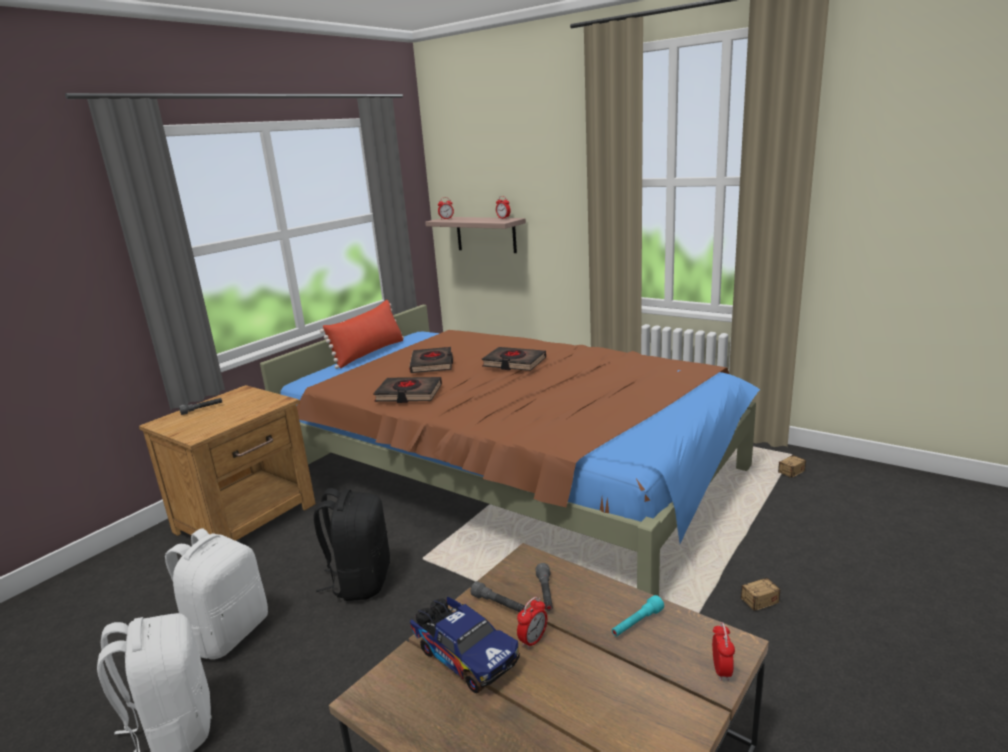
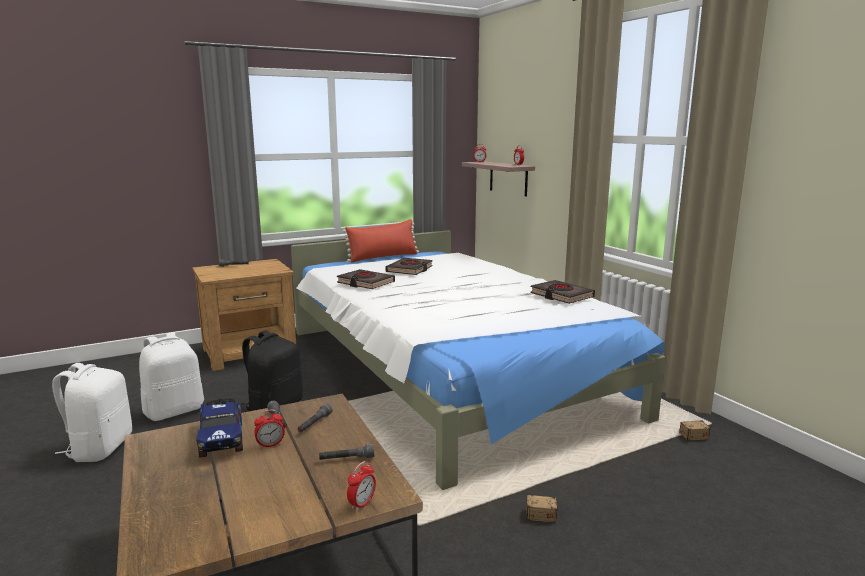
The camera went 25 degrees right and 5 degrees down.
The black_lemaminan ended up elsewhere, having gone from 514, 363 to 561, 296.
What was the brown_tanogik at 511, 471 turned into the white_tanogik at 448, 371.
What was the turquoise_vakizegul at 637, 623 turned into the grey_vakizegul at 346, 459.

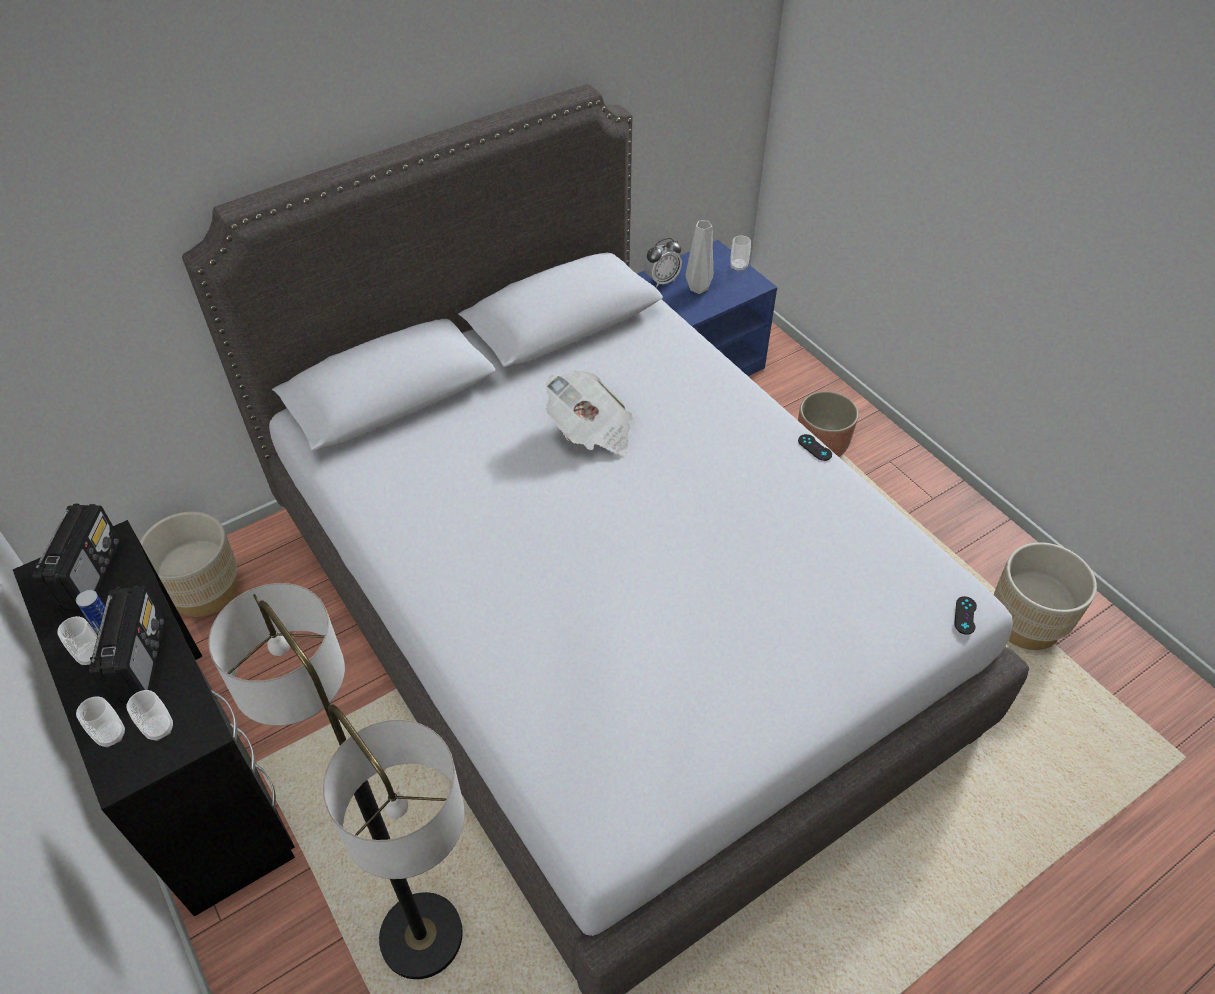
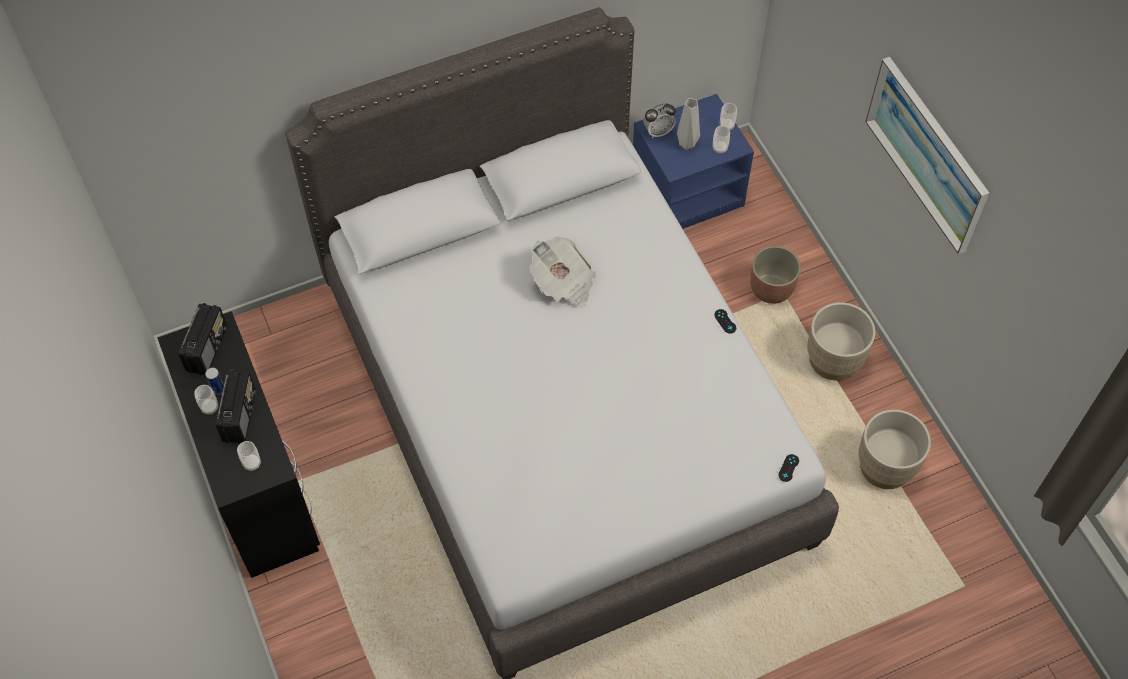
The camera went 10 degrees right and 10 degrees up.
The second view lost the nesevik at 421, 937.
The second view gained the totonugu at 927, 153.
The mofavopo ended up elsewhere, having gone from 111, 735 to 719, 148.
The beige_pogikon ended up elsewhere, having gone from 205, 591 to 834, 359.

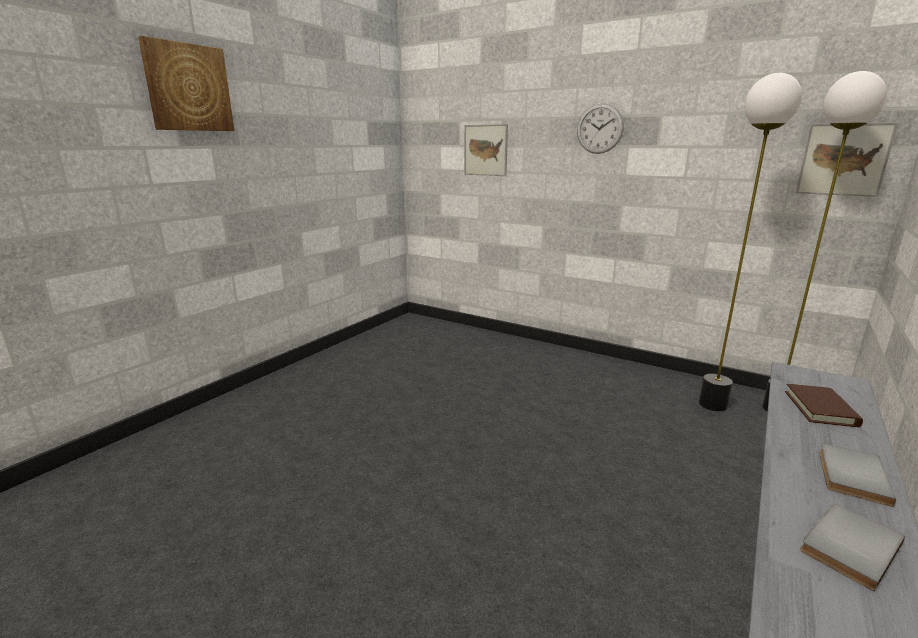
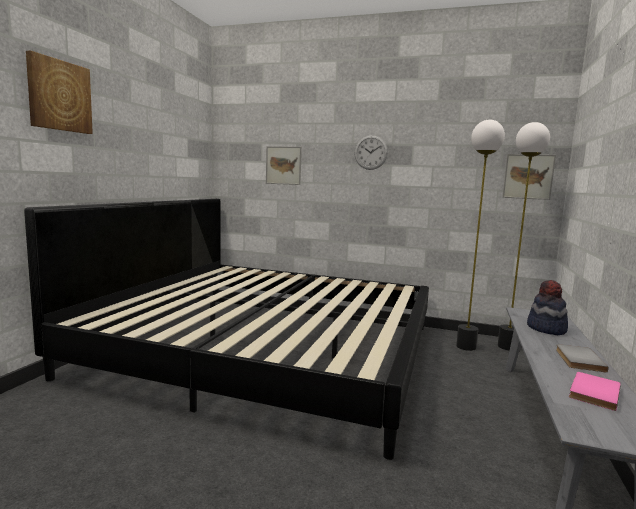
The camera went 15 degrees left and 10 degrees down.
The second view gained the tanogik at 268, 349.
Where the brown_lemaminan stood at 820, 408, the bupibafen came to stand at 546, 329.
What was the grey_lemaminan at 846, 545 turned into the pink_lemaminan at 592, 392.

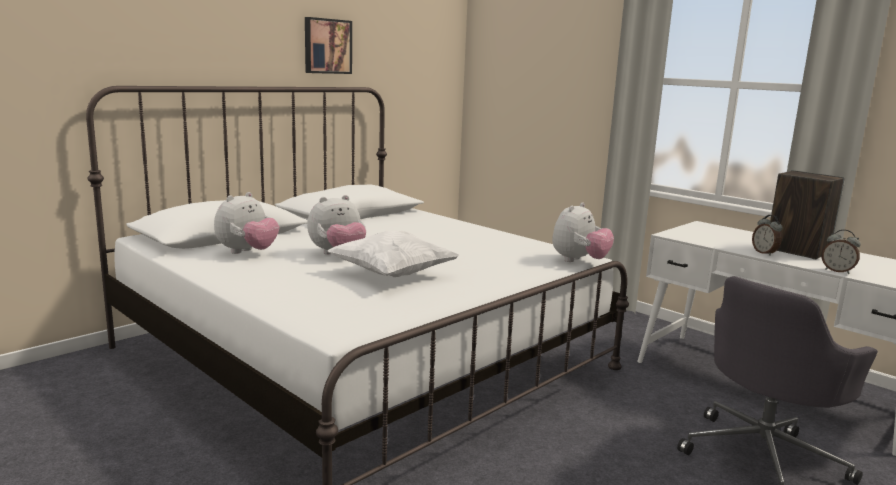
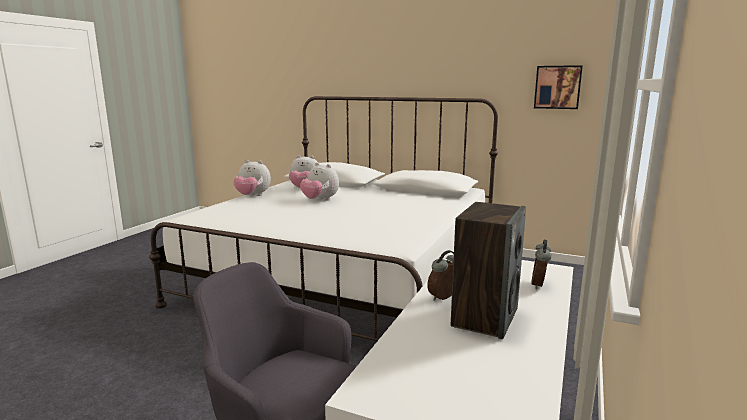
The camera went 70 degrees right and 0 degrees up.
The second view lost the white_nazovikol at 392, 275.
The totonugu ended up elsewhere, having gone from 327, 46 to 557, 87.
The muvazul ended up elsewhere, having gone from 579, 261 to 252, 196.
The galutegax ended up elsewhere, having gone from 837, 271 to 539, 285.

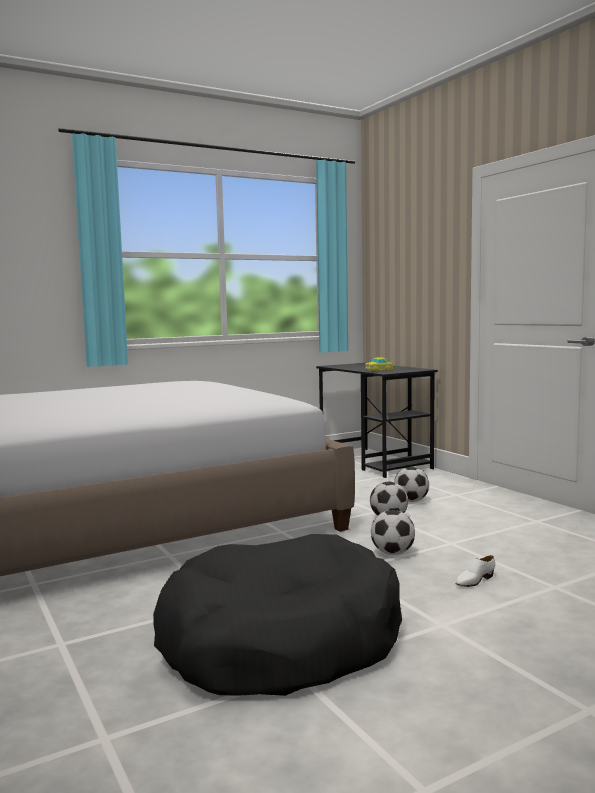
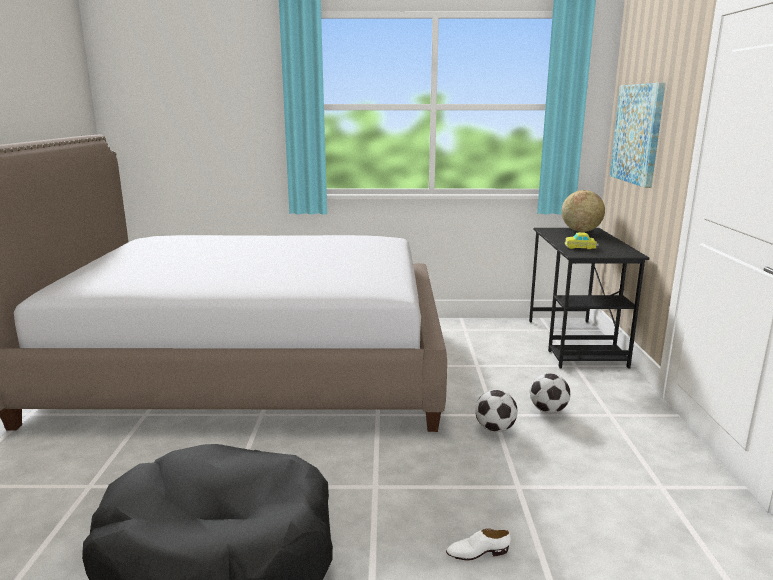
The camera went 30 degrees right and 10 degrees up.
The second view lost the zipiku at 393, 553.
The second view gained the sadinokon at 580, 231.
The second view gained the totonugu at 637, 134.

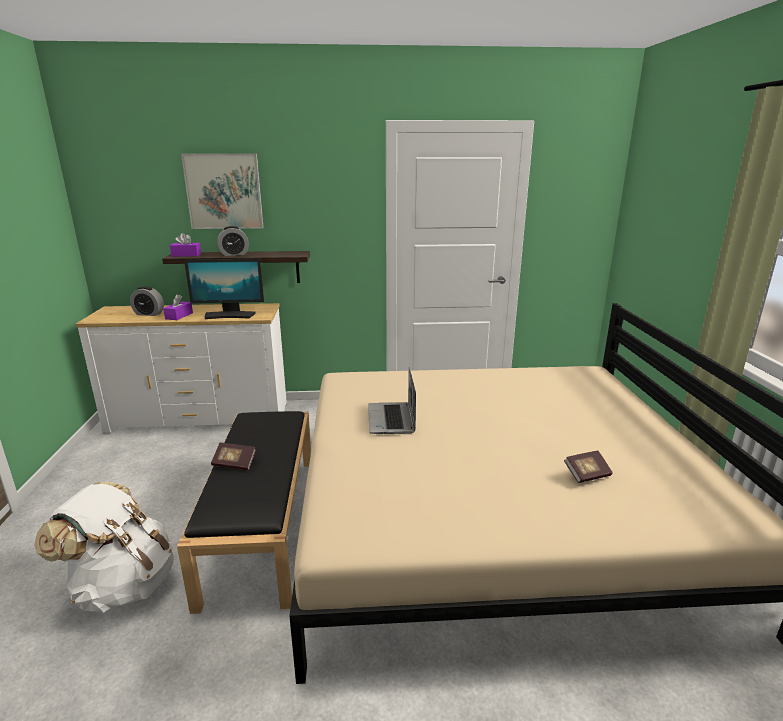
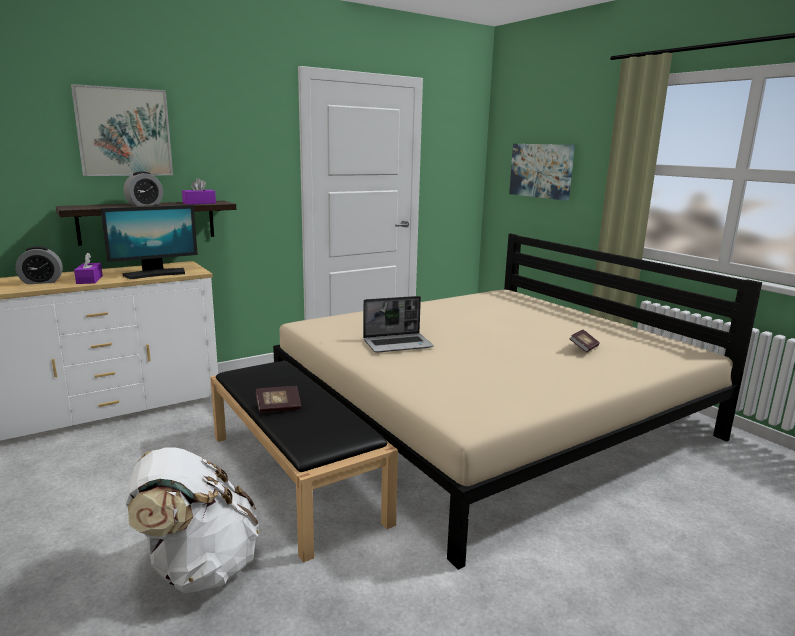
The camera went 30 degrees left and 5 degrees down.
The second view gained the totonugu at 541, 170.
The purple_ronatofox ended up elsewhere, having gone from 186, 255 to 199, 203.
The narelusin at 392, 420 ended up facing another way, 75 degrees counterclockwise from before.

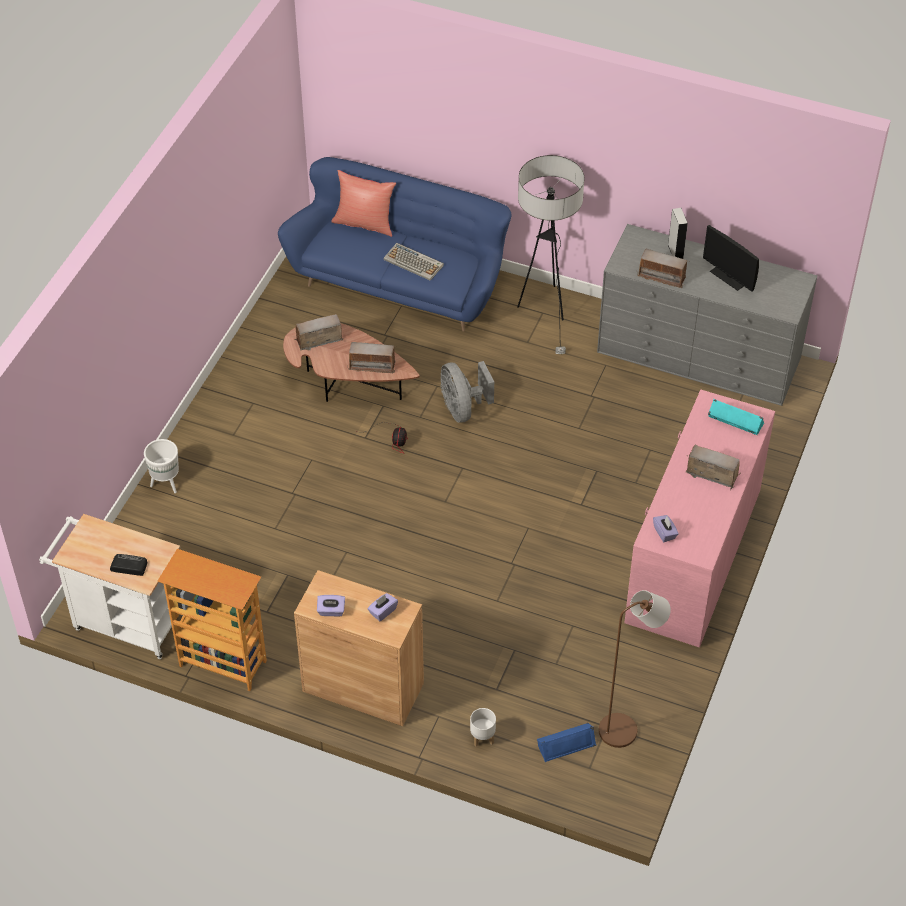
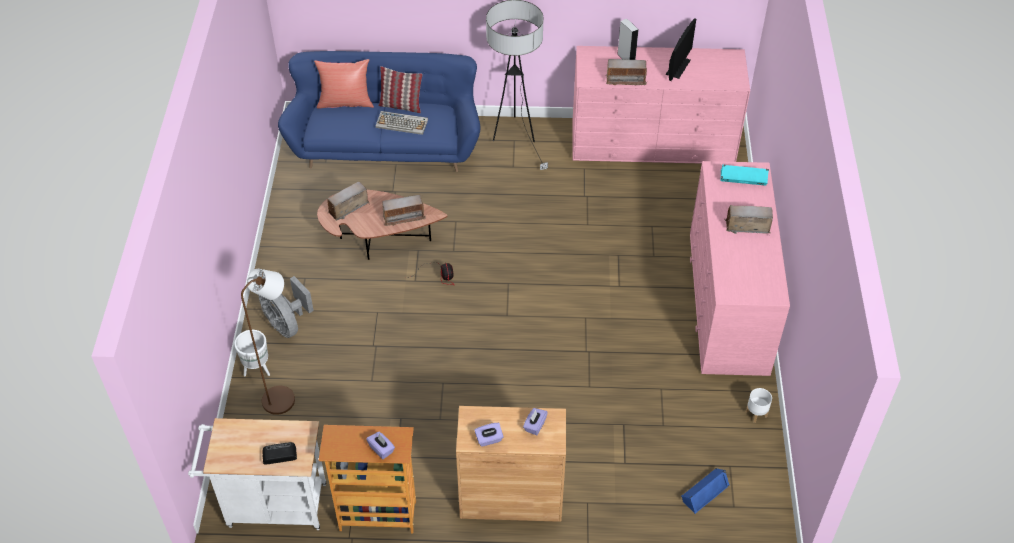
The camera went 20 degrees left and 0 degrees up.
The second view gained the nazovikol at 401, 105.
The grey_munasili ended up elsewhere, having gone from 462, 409 to 287, 323.
The white_pogikon ended up elsewhere, having gone from 482, 737 to 756, 414.
The brown_nesevik ended up elsewhere, having gone from 625, 728 to 284, 397.
The purple_ronatofox ended up elsewhere, having gone from 664, 533 to 381, 449.
What was the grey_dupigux at 699, 355 turned into the pink_dupigux at 652, 141.
The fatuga at 729, 277 ended up facing another way, 90 degrees counterclockwise from before.

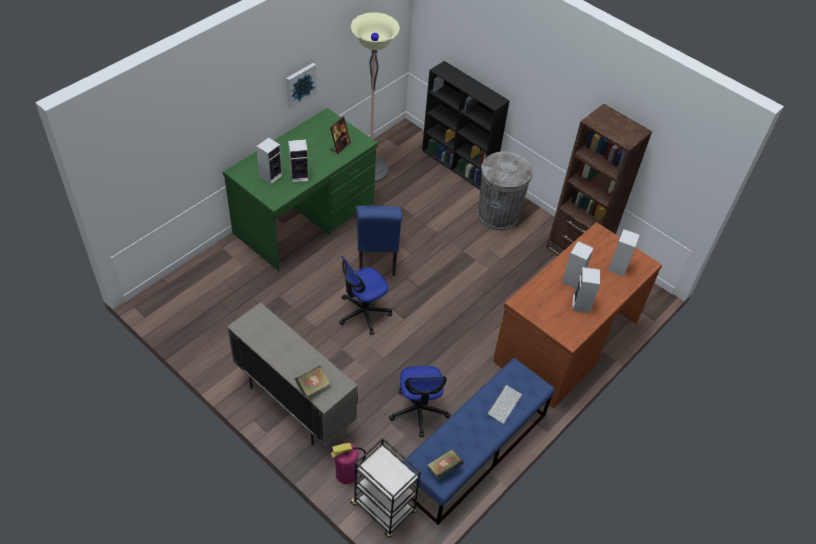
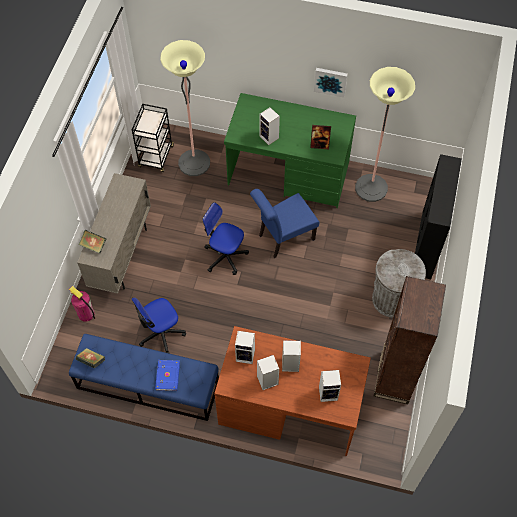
The camera went 65 degrees right and 10 degrees up.
The second view gained the nesevik at 194, 163.
The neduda ended up elsewhere, having gone from 271, 175 to 246, 355.
The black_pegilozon ended up elsewhere, having gone from 384, 508 to 156, 157.
Where the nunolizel stood at 504, 403, the blue_lemaminan came to stand at 168, 375.

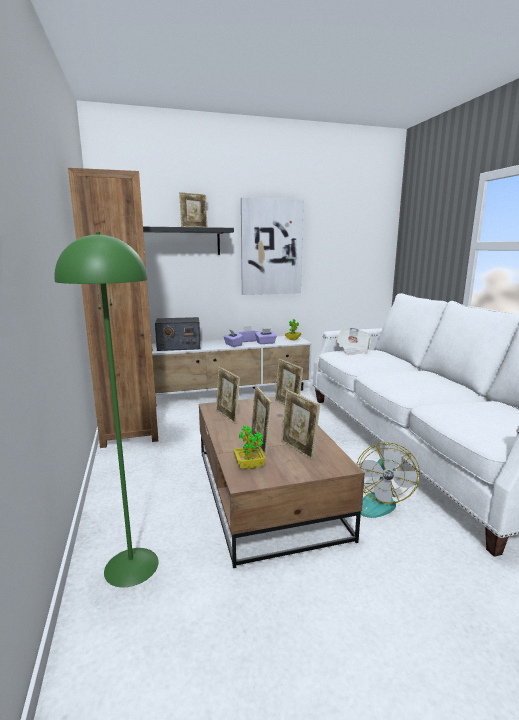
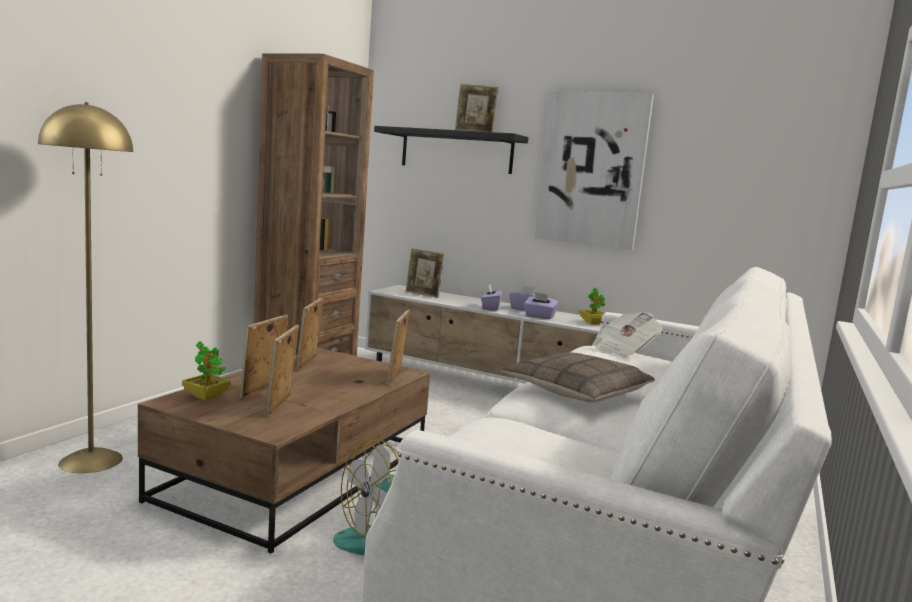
The camera went 40 degrees right and 5 degrees down.
The second view gained the nazovikol at 575, 391.
Where the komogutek stood at 178, 347, the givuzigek came to stand at 423, 295.
What was the green_nesevik at 132, 566 turned into the yellow_nesevik at 91, 461.

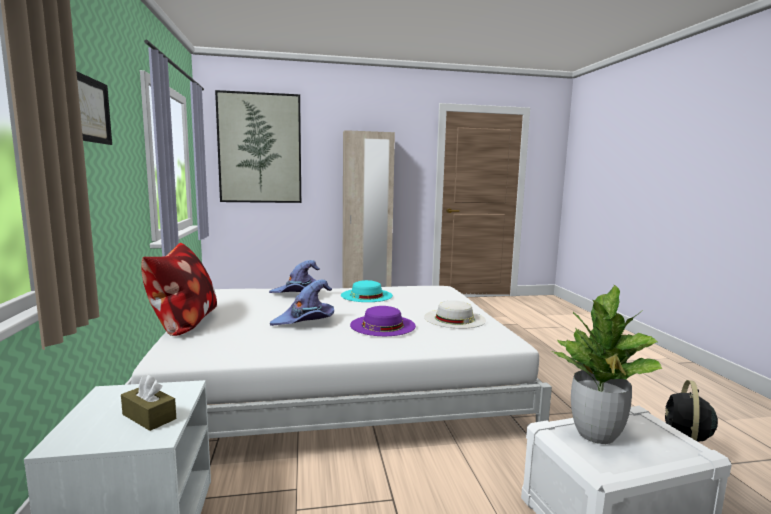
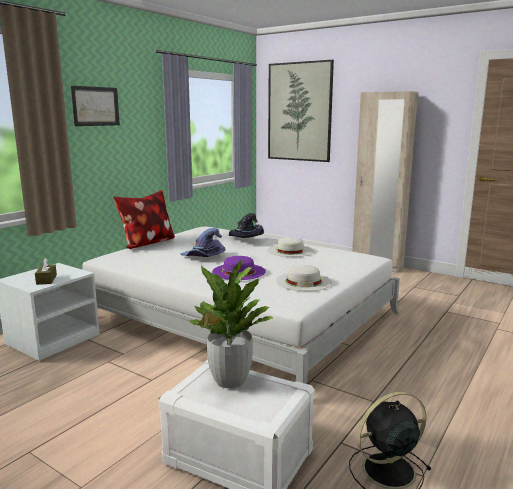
The camera went 45 degrees right and 5 degrees up.
What was the purple_bupibafen at 297, 293 turned into the black_bupibafen at 244, 239.
What was the turquoise_bupibafen at 366, 295 turned into the white_bupibafen at 290, 250.

